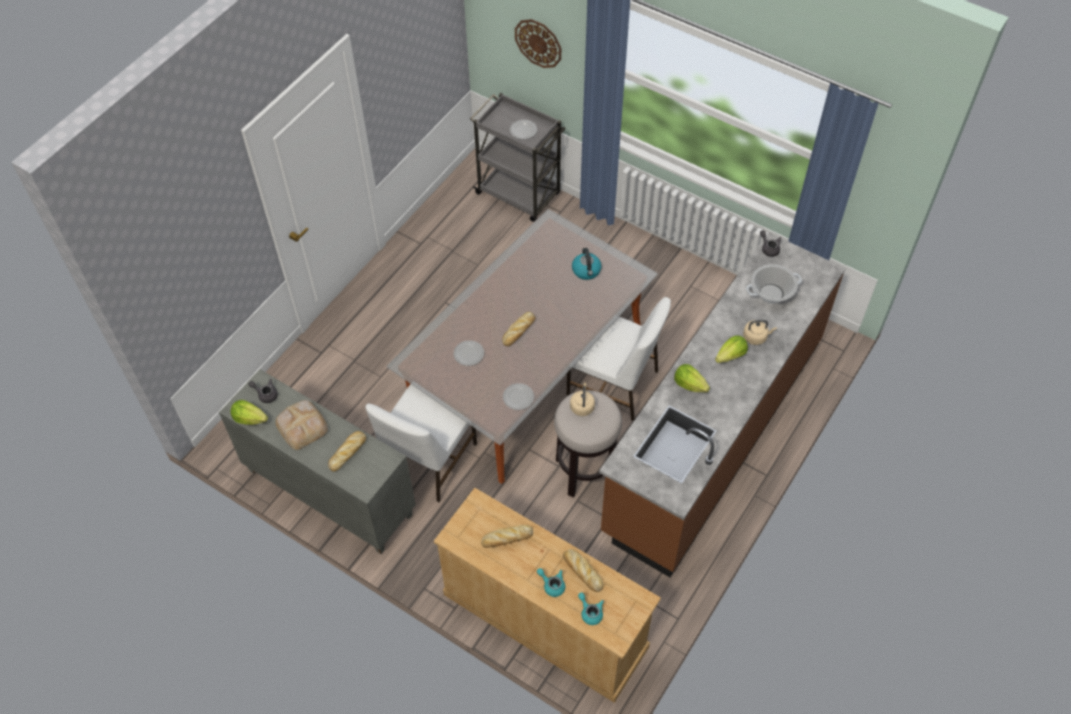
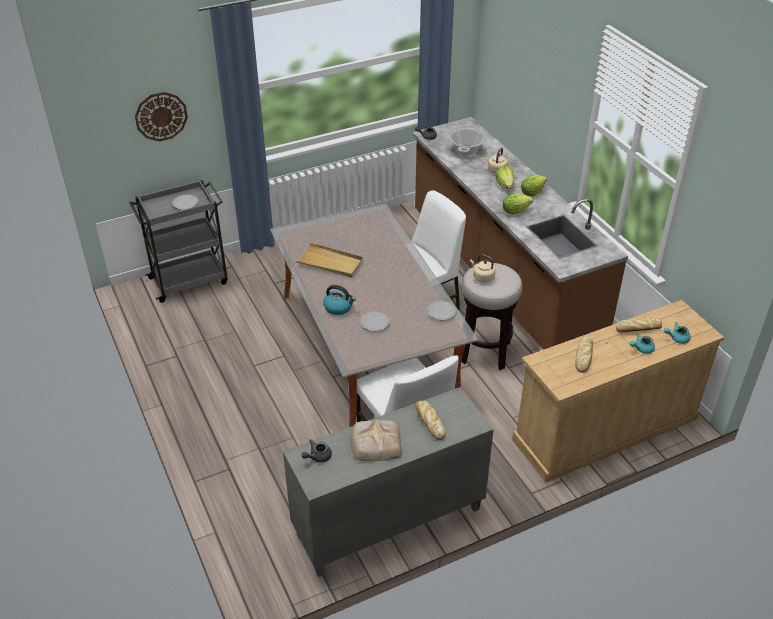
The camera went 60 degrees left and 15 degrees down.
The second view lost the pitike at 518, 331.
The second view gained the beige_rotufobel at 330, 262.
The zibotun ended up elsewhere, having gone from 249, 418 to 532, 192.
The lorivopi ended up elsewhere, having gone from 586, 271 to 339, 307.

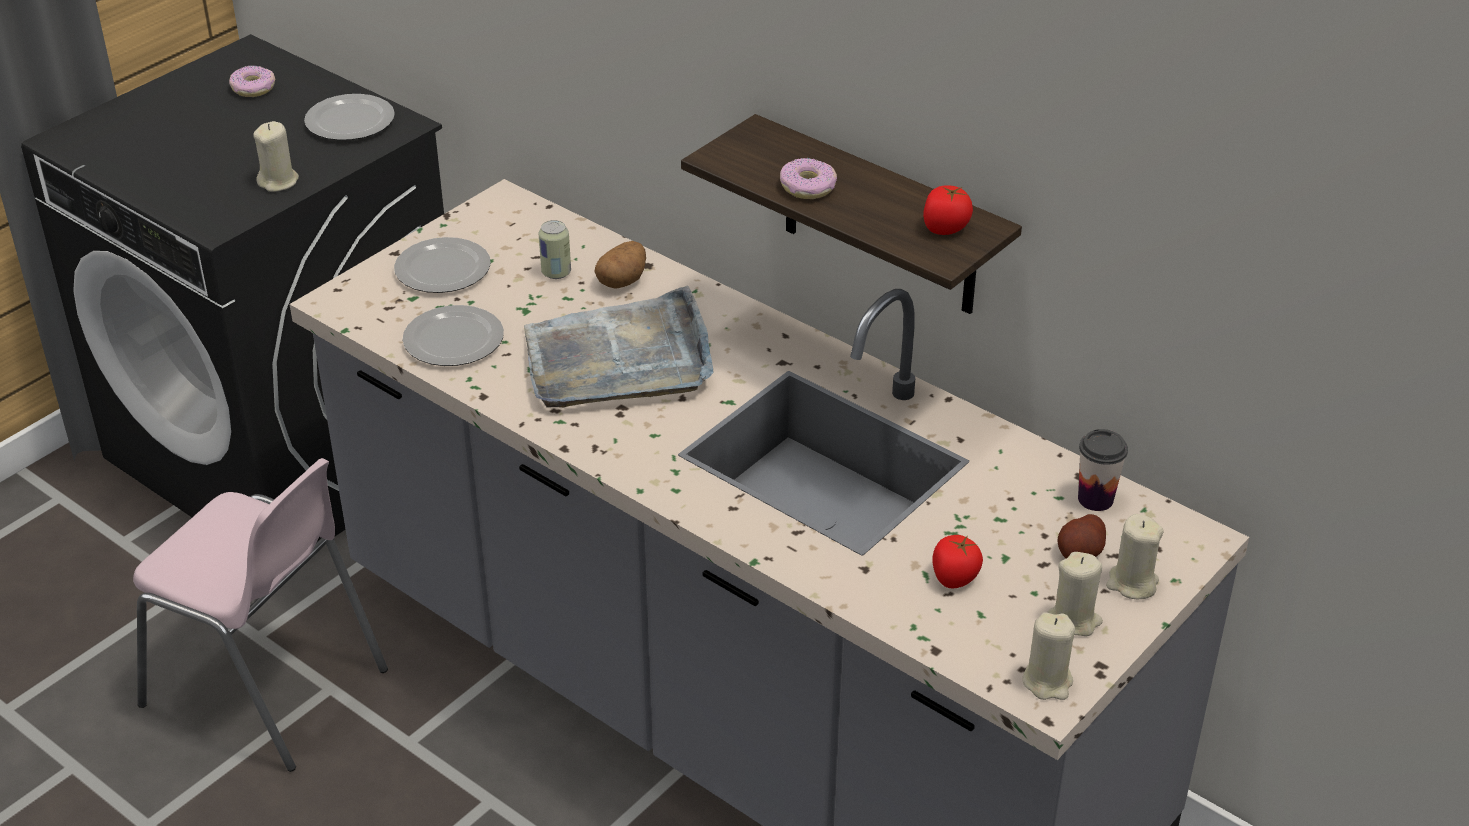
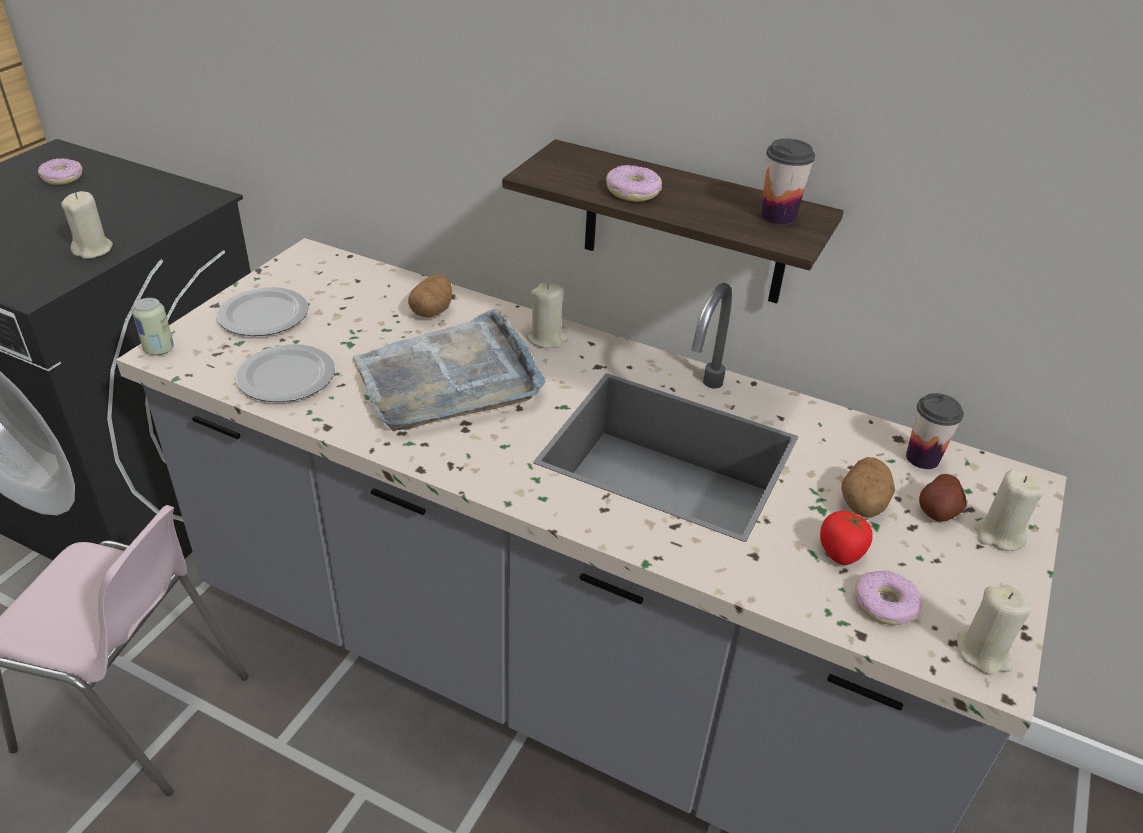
The camera went 15 degrees left and 0 degrees up.
The second view lost the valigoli at 349, 122.
The second view gained the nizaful at 862, 505.
The second view gained the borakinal at 885, 605.
The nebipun ended up elsewhere, having gone from 556, 273 to 159, 349.
The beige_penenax ended up elsewhere, having gone from 1074, 620 to 547, 339.
Where the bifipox stood at 945, 228, the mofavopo came to stand at 778, 216.

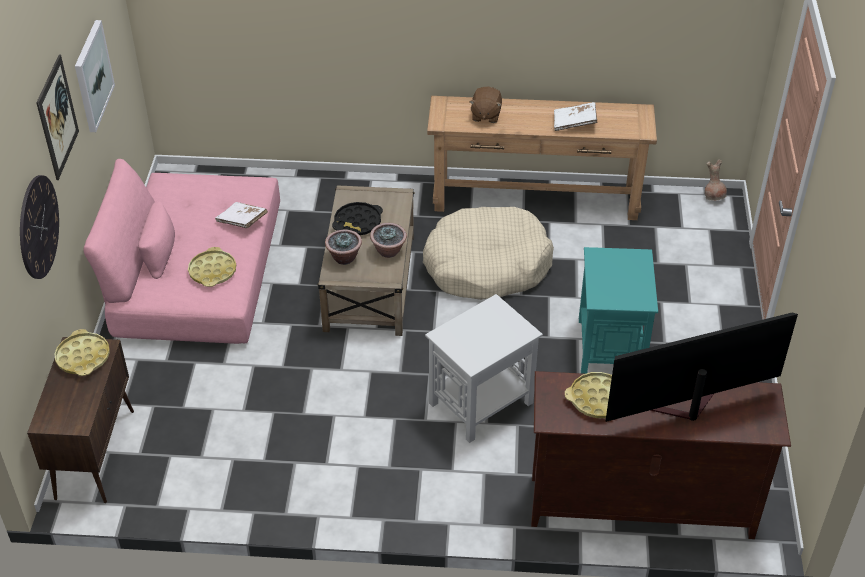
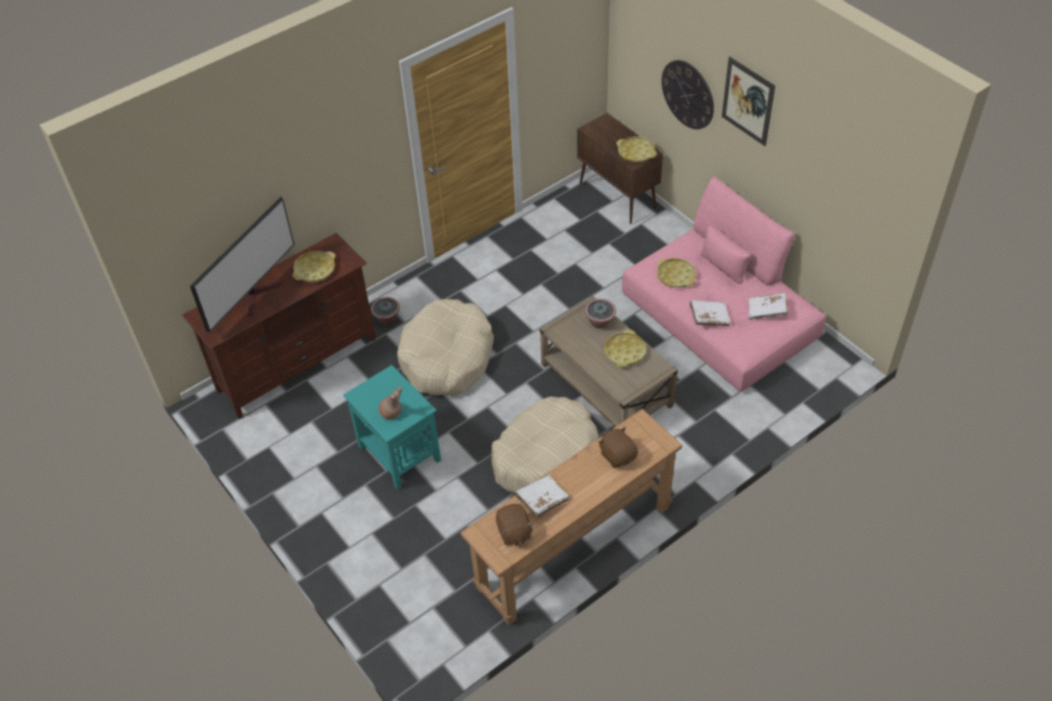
The camera went 140 degrees right and 5 degrees up.
The second view lost the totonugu at 92, 76.
The second view gained the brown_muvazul at 514, 532.
The second view gained the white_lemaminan at 766, 311.
The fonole ended up elsewhere, having gone from 389, 251 to 387, 319.
The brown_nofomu ended up elsewhere, having gone from 714, 197 to 391, 414.
Where the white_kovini stood at 480, 403, the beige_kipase came to stand at 447, 357.
What was the black_rotufobel at 357, 222 turned into the yellow_rotufobel at 625, 352.

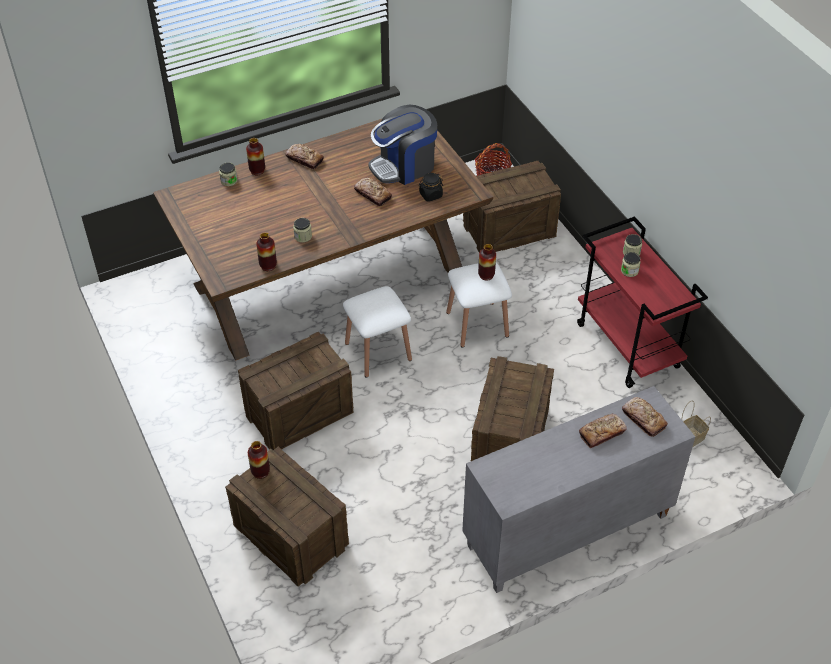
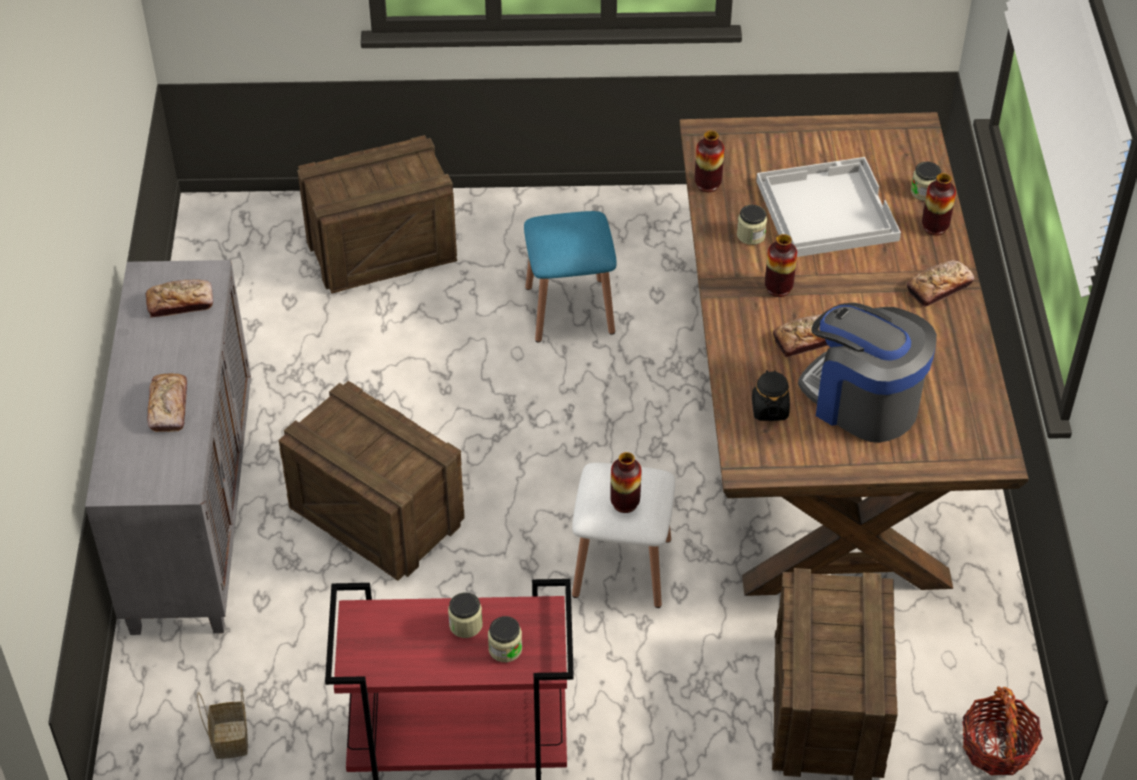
The camera went 115 degrees right and 0 degrees up.
The second view lost the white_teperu at 378, 351.
The second view gained the white_rotufobel at 825, 210.
The nofomu ended up elsewhere, having gone from 260, 472 to 778, 288.
The pitike ended up elsewhere, having gone from 643, 419 to 180, 303.
Where the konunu stood at 298, 413, the blue_teperu came to stand at 569, 310.
The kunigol at 404, 166 ended up facing another way, 45 degrees counterclockwise from before.

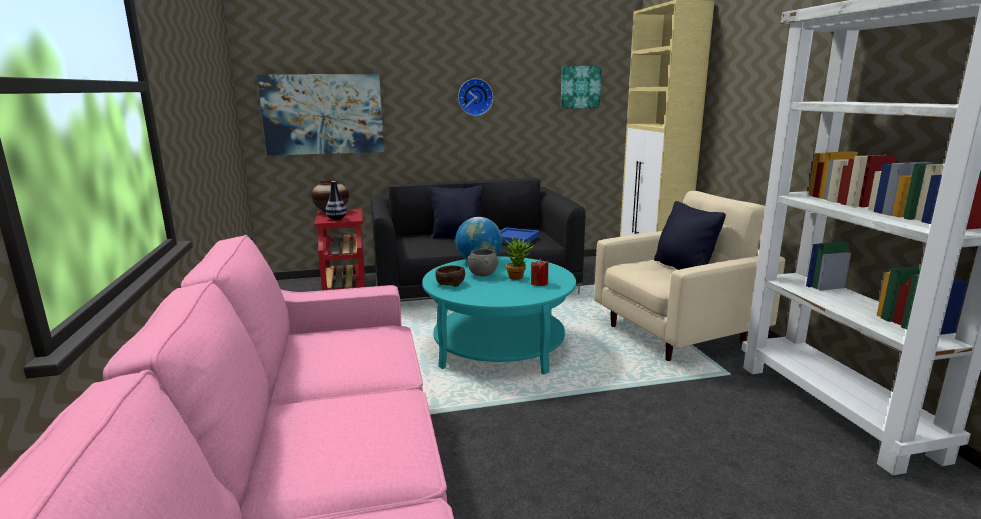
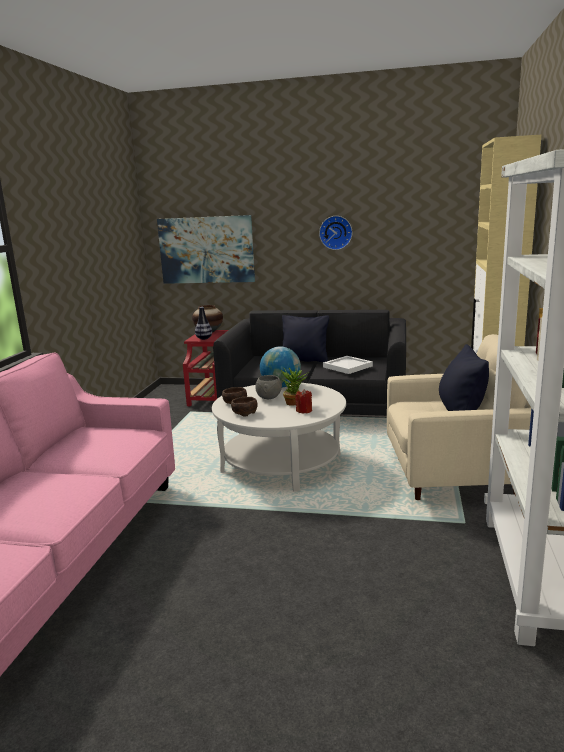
The camera went 25 degrees right and 0 degrees up.
The second view lost the totonugu at 580, 87.
The second view gained the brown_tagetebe at 244, 413.
What was the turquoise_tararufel at 499, 347 turned into the white_tararufel at 281, 463.
What was the blue_rotufobel at 514, 238 turned into the white_rotufobel at 346, 366.

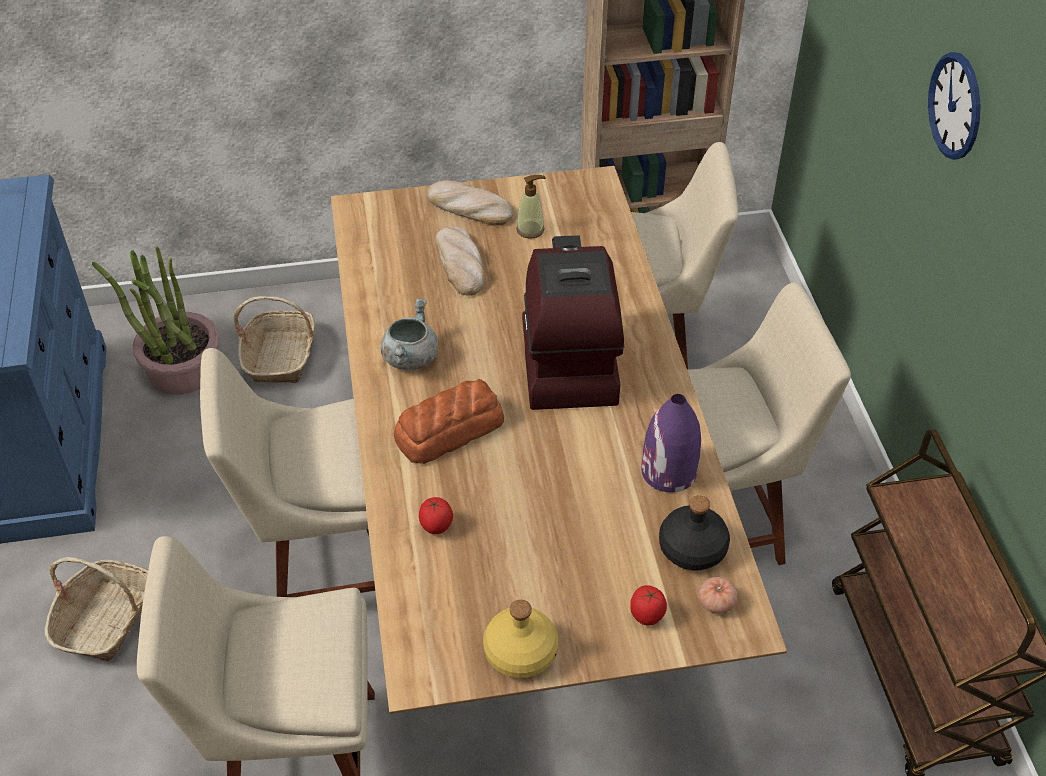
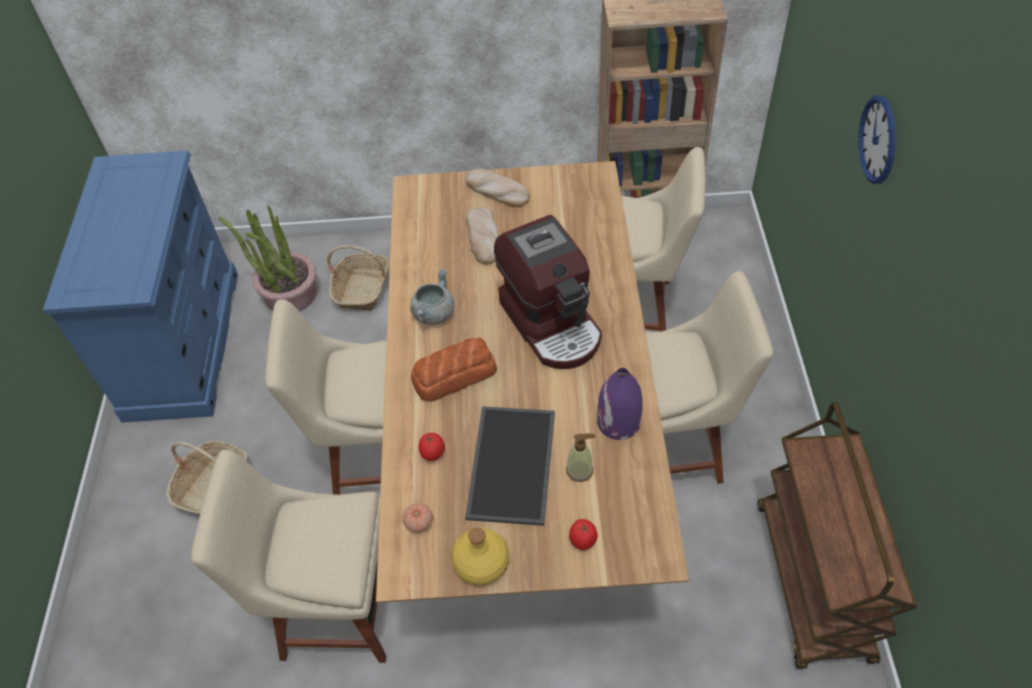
The camera went 10 degrees right and 5 degrees up.
The second view lost the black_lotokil at 691, 548.
The second view gained the rotufobel at 509, 463.
The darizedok ended up elsewhere, having gone from 530, 230 to 580, 470.
The bifipox ended up elsewhere, having gone from 716, 603 to 419, 522.
The kunigol at 566, 360 ended up facing another way, 150 degrees clockwise from before.

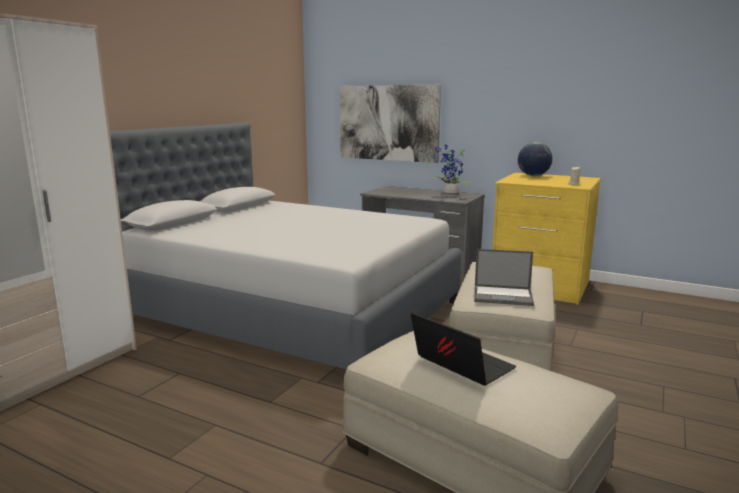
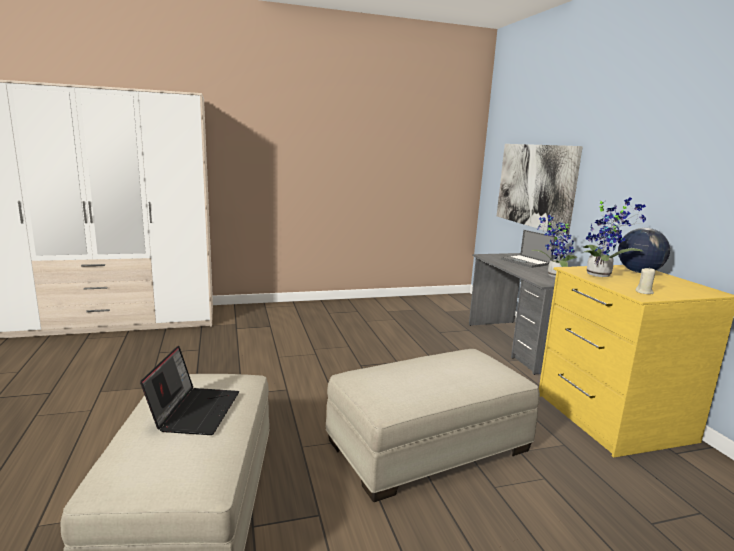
The camera went 45 degrees right and 0 degrees up.
The second view lost the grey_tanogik at 292, 310.
The second view gained the fonole at 601, 275.
The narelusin ended up elsewhere, having gone from 503, 296 to 526, 262.

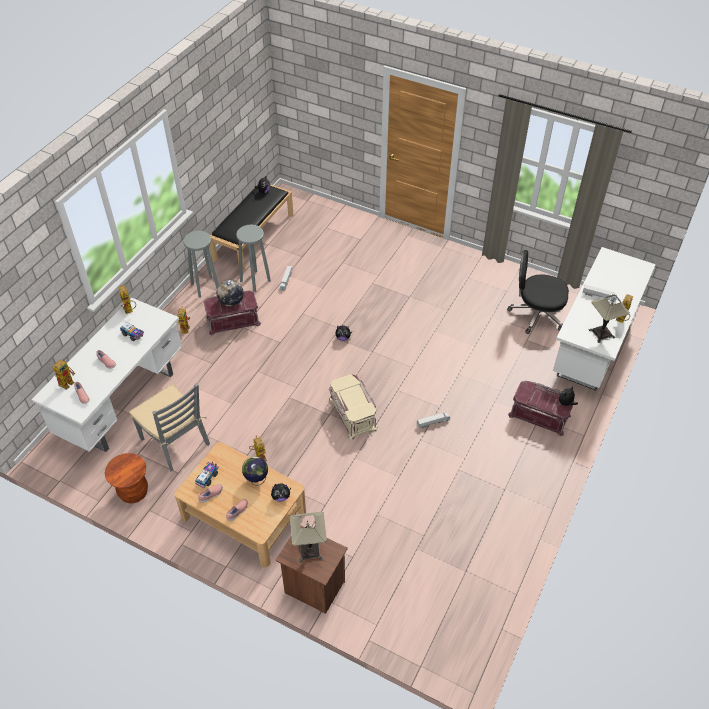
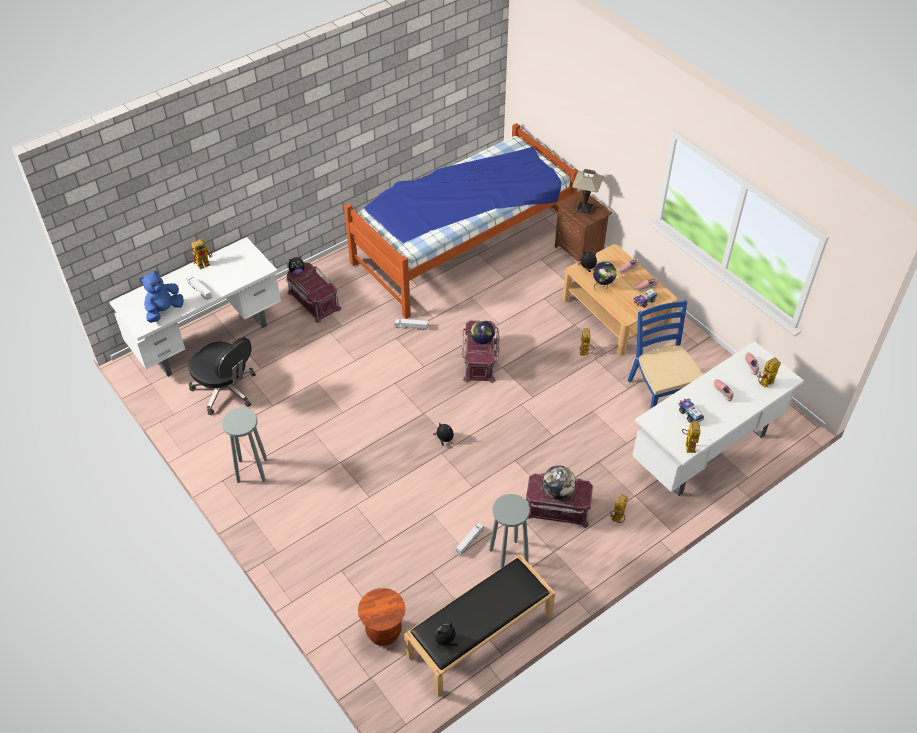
The camera went 155 degrees left and 0 degrees up.
The second view lost the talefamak at 601, 333.
The second view gained the blue_muvazul at 164, 311.
The second view gained the tanogik at 462, 245.
The second view gained the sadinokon at 482, 344.
The brown_teperu ended up elsewhere, having gone from 133, 492 to 384, 632.
The grey_teperu ended up elsewhere, having gone from 206, 287 to 251, 470.
What was the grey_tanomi at 175, 442 turned into the blue_tanomi at 660, 393.
What was the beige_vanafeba at 352, 414 turned into the red_vanafeba at 480, 360.

